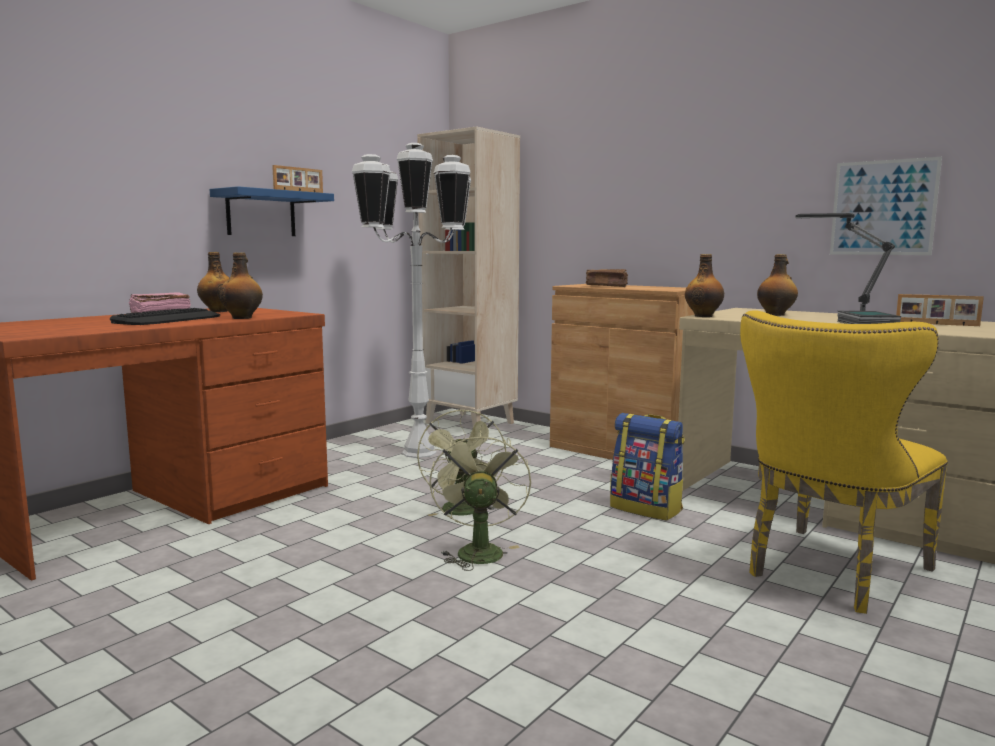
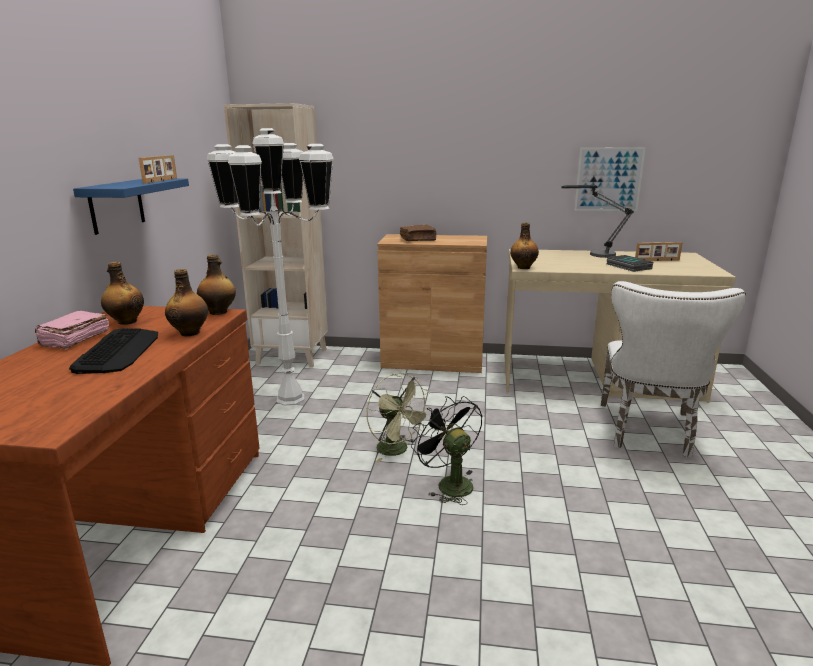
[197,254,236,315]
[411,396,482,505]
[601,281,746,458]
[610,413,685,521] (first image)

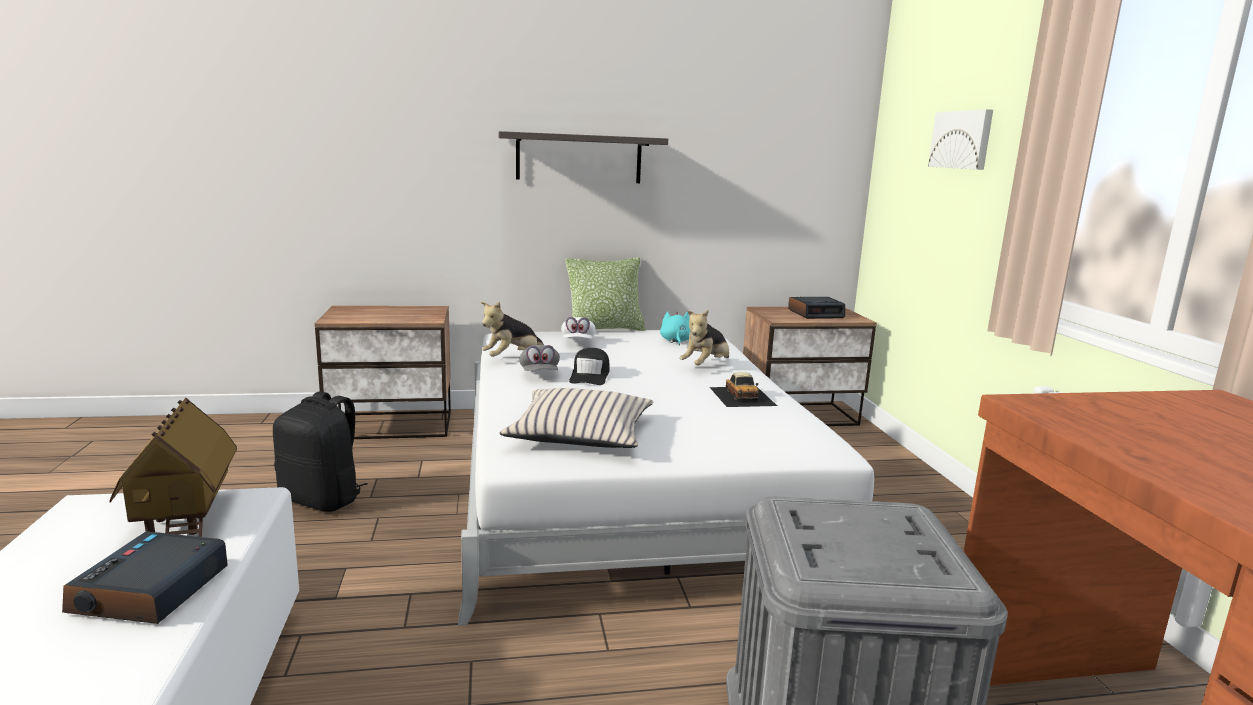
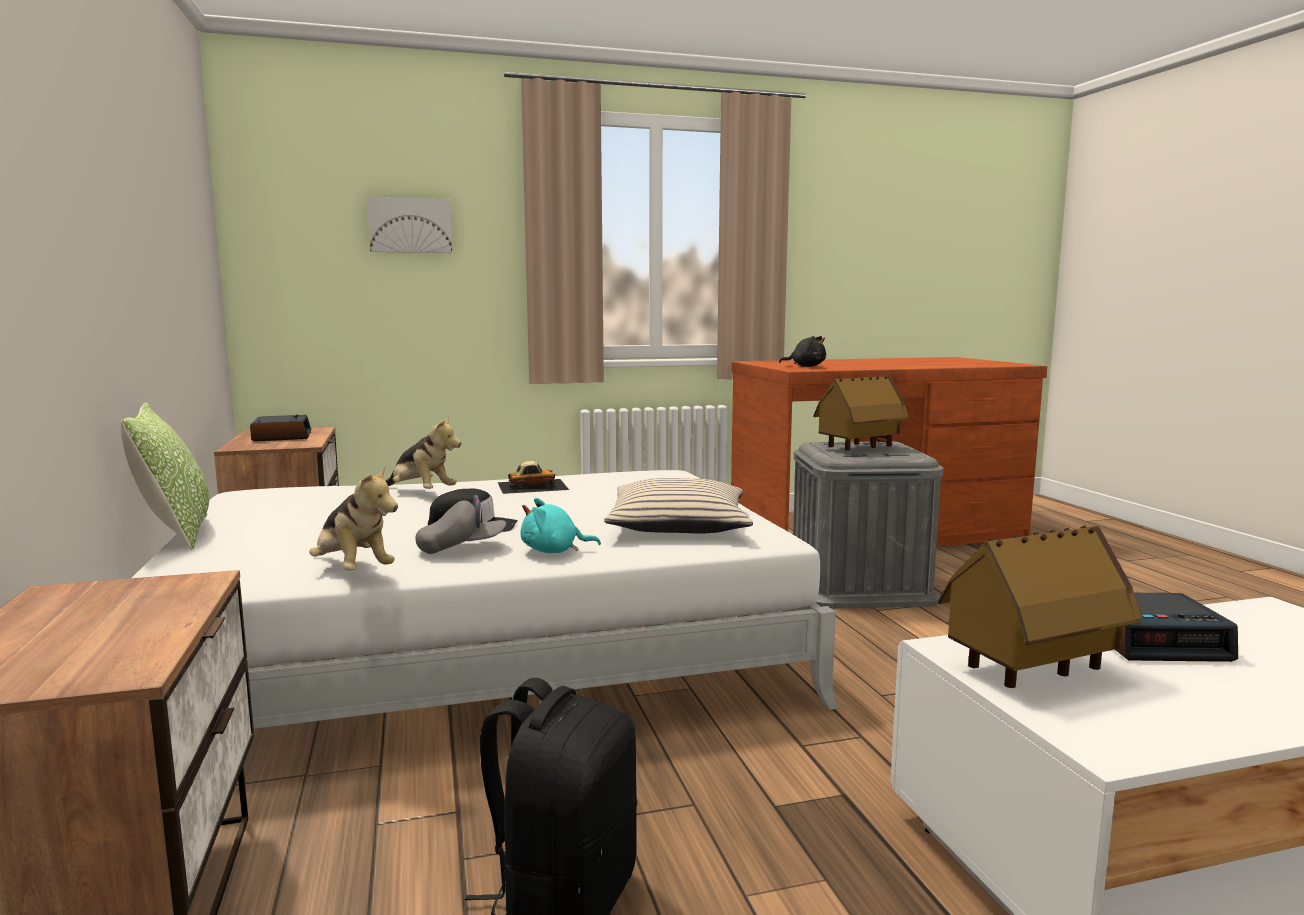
[520,498,601,553]
[779,336,826,367]
[813,376,909,451]
[499,131,668,183] (first image)
[561,317,596,339] (first image)

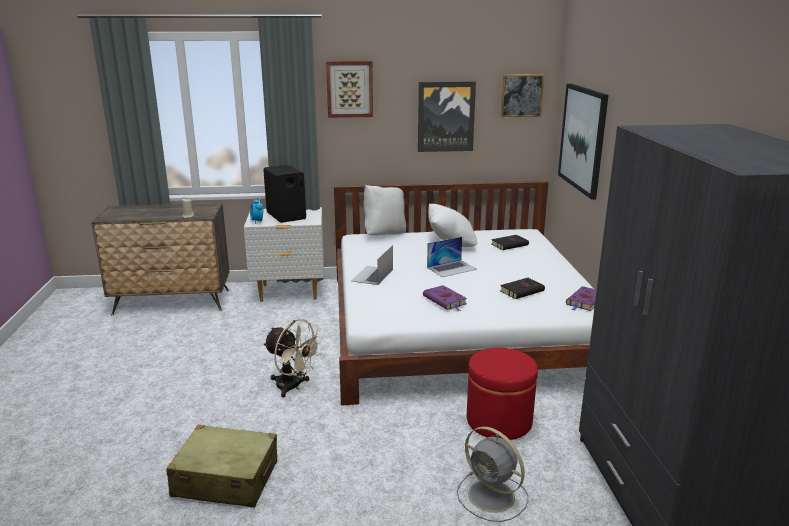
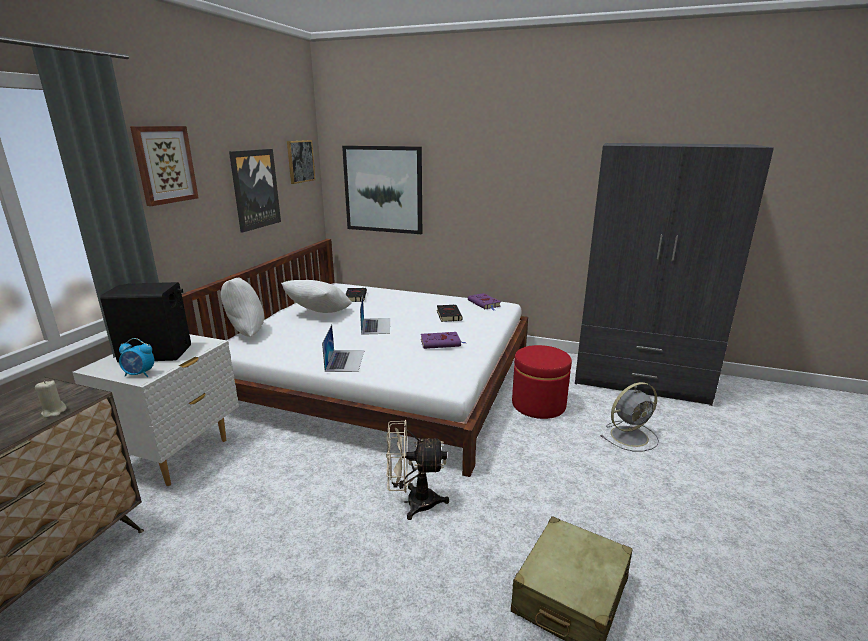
[322,324,365,372]
[386,420,449,520]

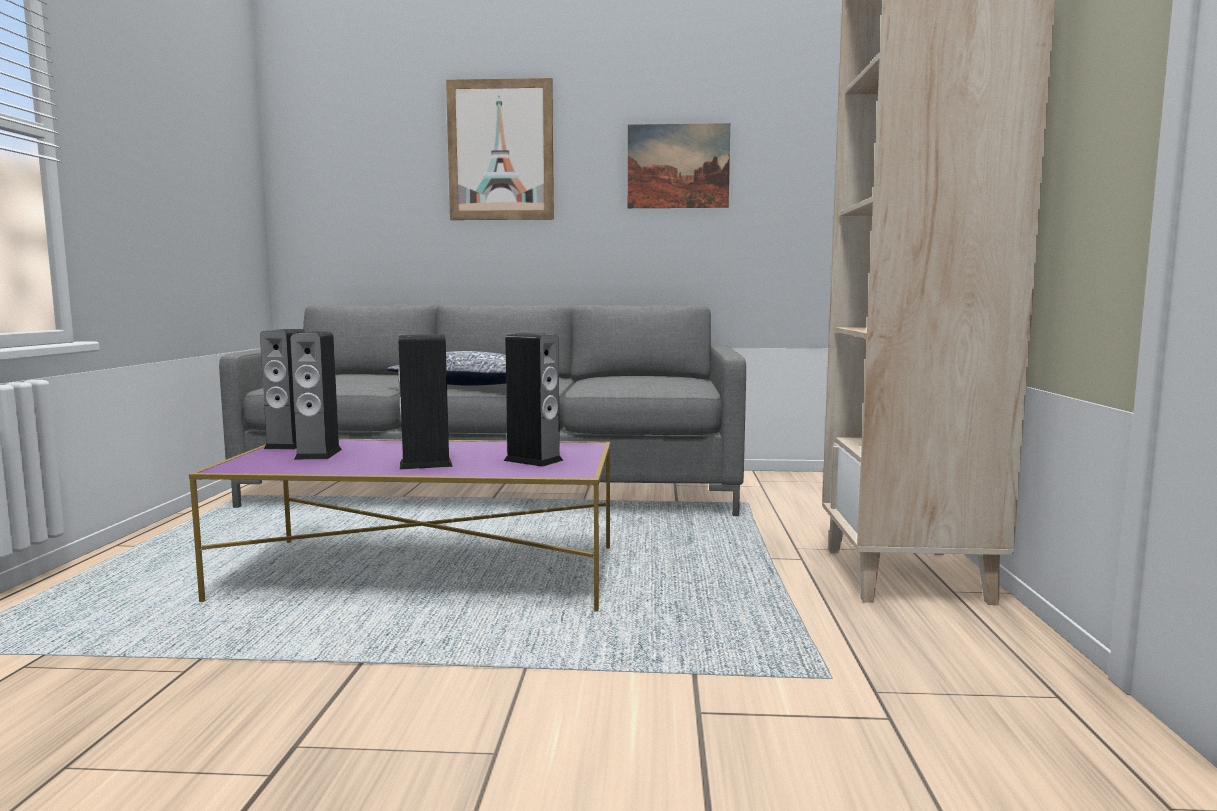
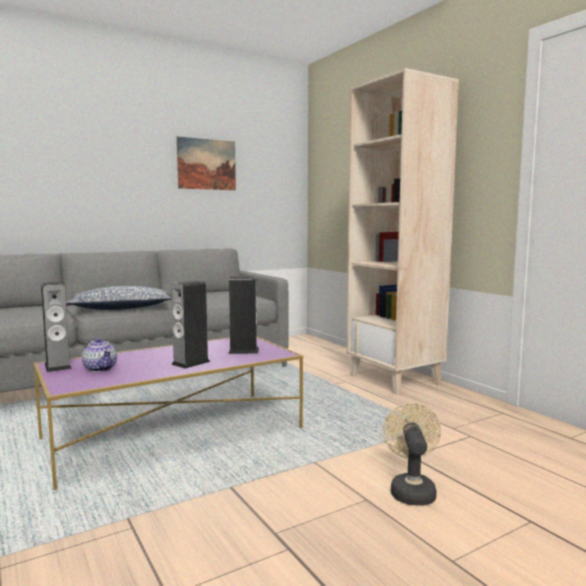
[82,338,117,372]
[383,403,441,506]
[446,78,554,220] (first image)

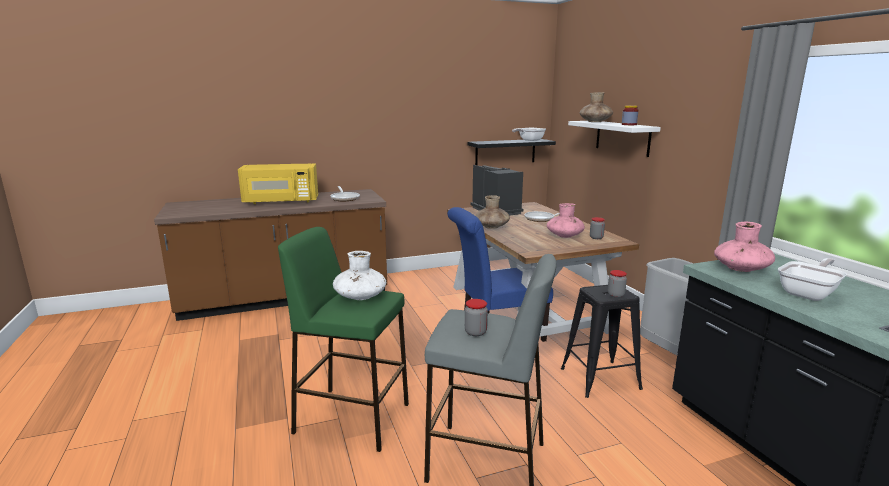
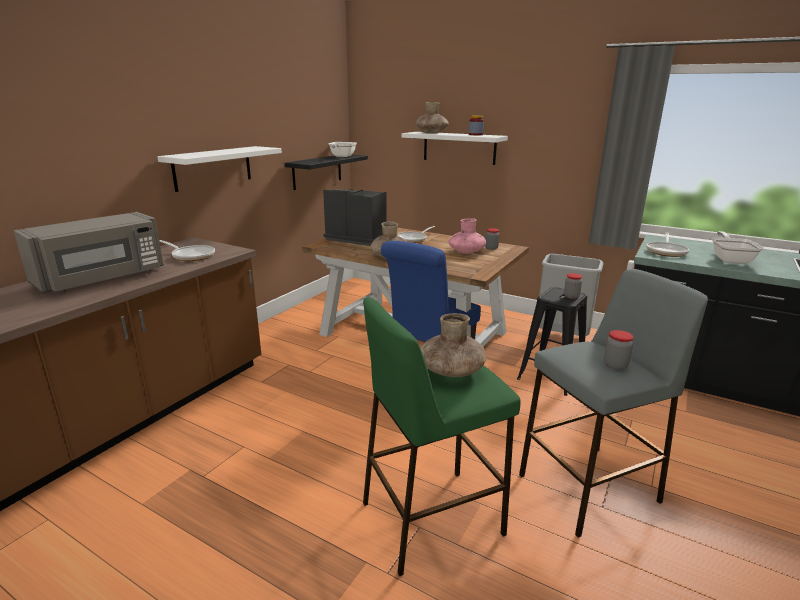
[14,212,164,293]
[157,146,282,192]
[421,313,486,377]
[646,233,689,257]

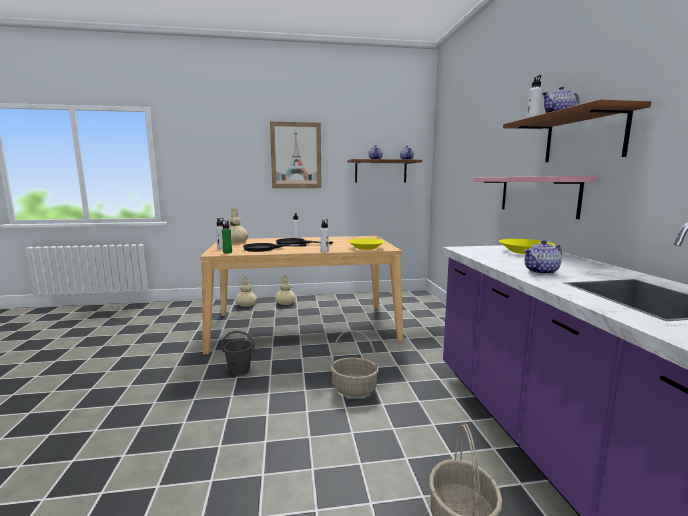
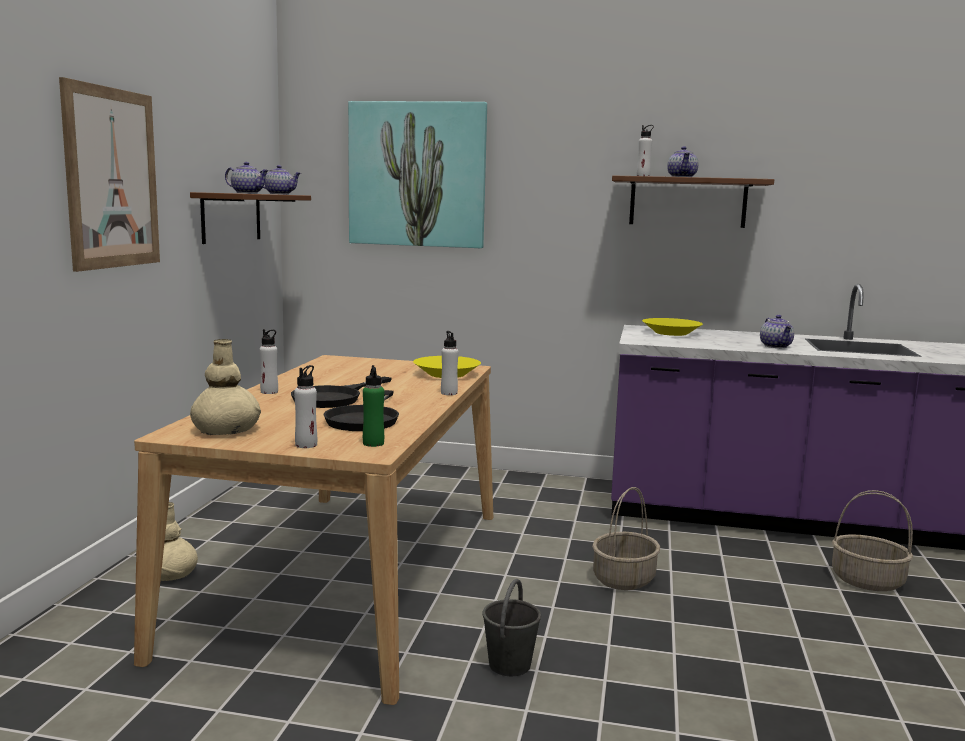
[348,101,487,248]
[236,277,257,307] (first image)
[473,176,598,219] (first image)

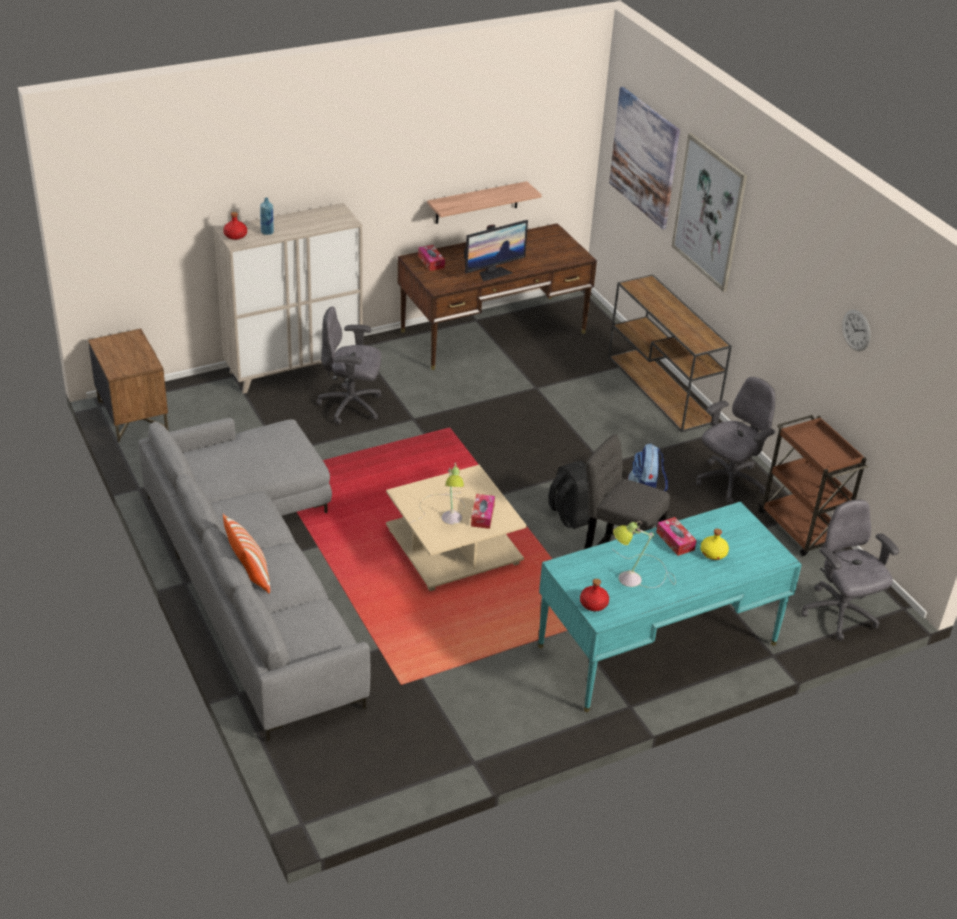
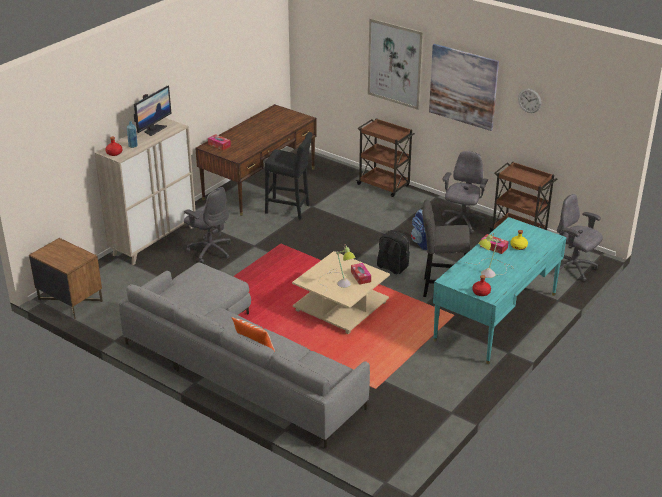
[134,85,172,136]
[184,187,231,263]
[265,132,313,220]
[356,118,415,197]
[429,44,499,131]
[427,181,542,224] (first image)

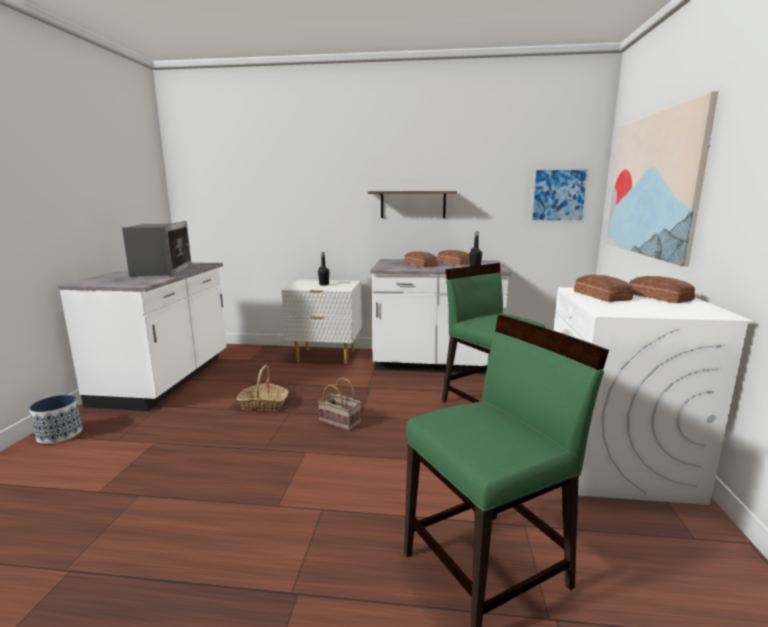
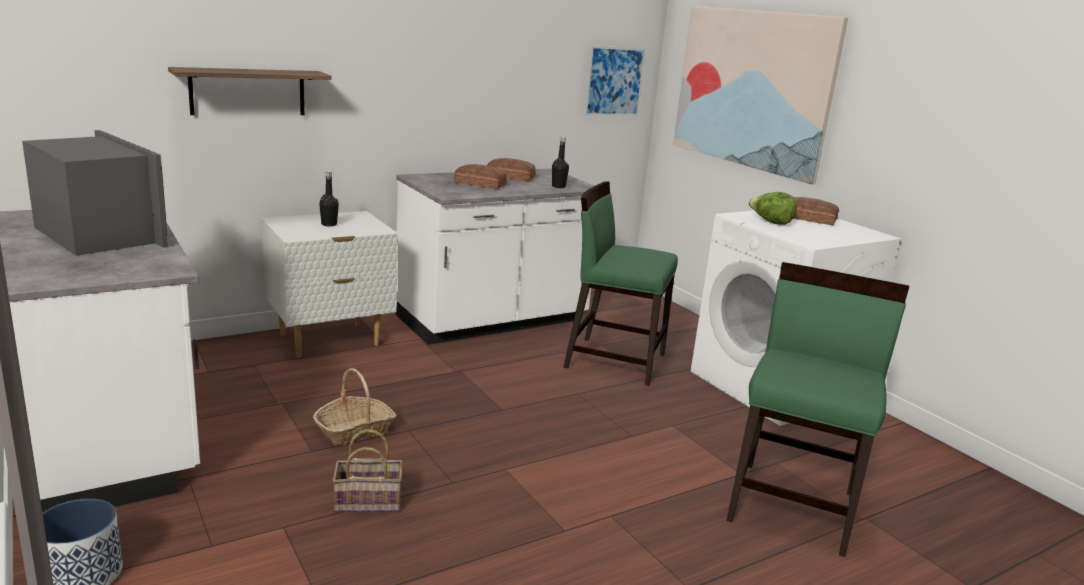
[168,67,332,115]
[333,429,403,513]
[748,192,797,225]

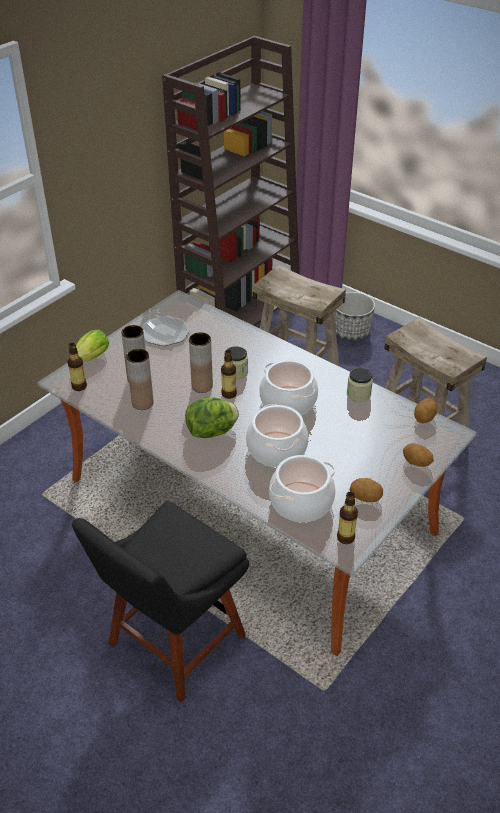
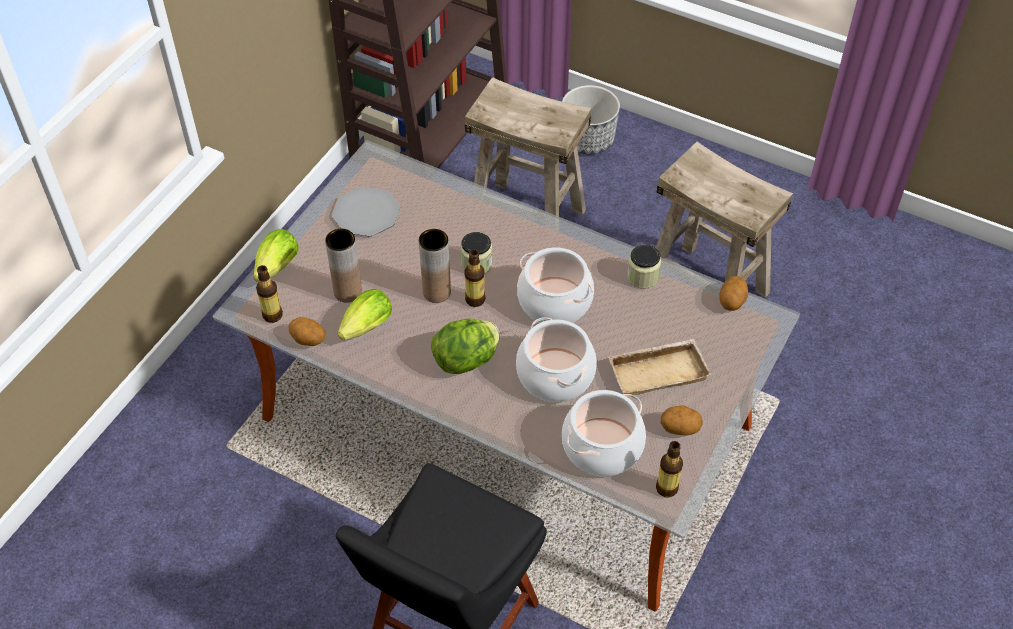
[289,317,326,346]
[338,289,392,340]
[608,339,711,395]

